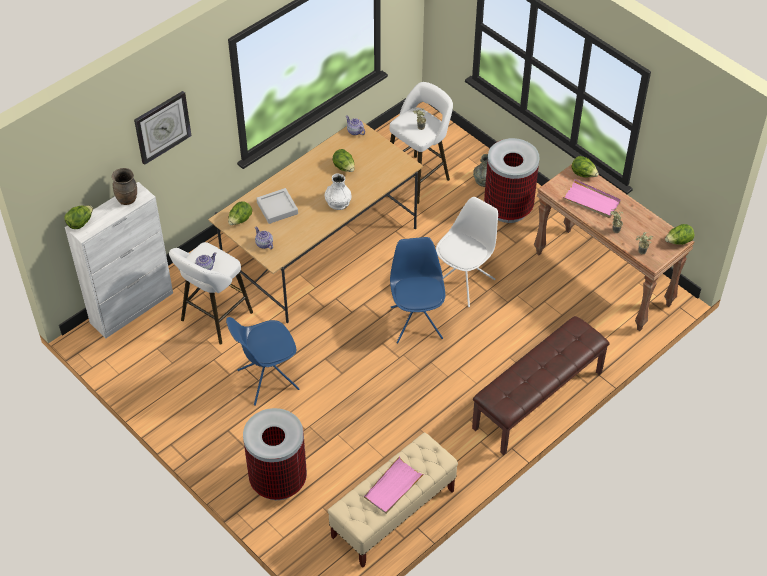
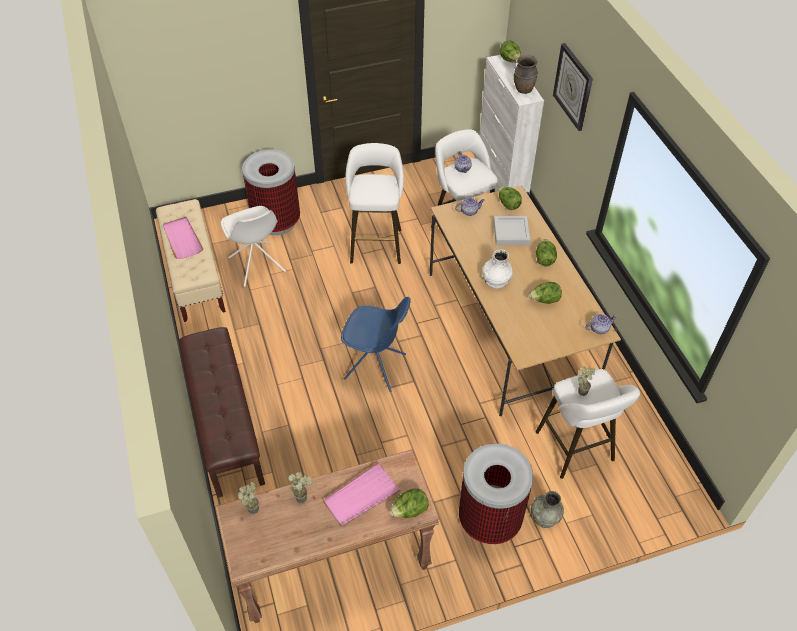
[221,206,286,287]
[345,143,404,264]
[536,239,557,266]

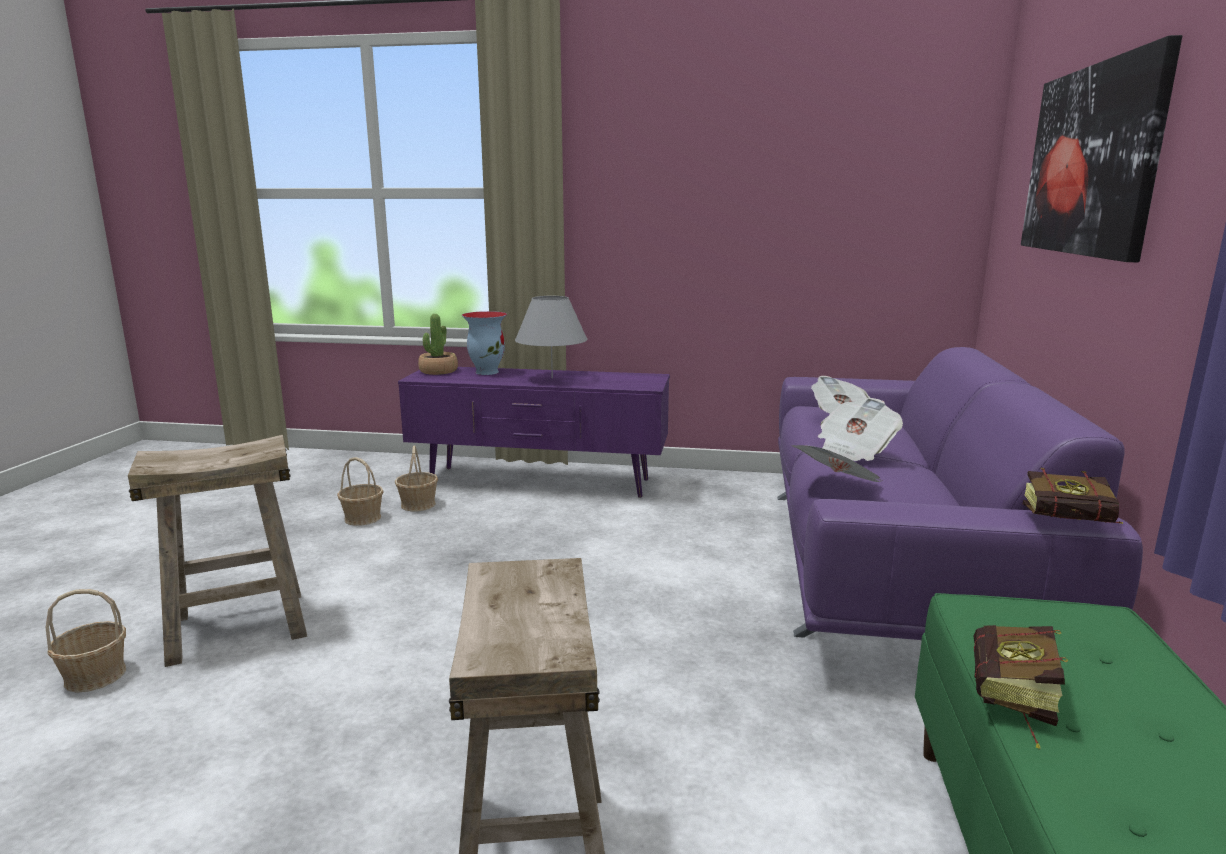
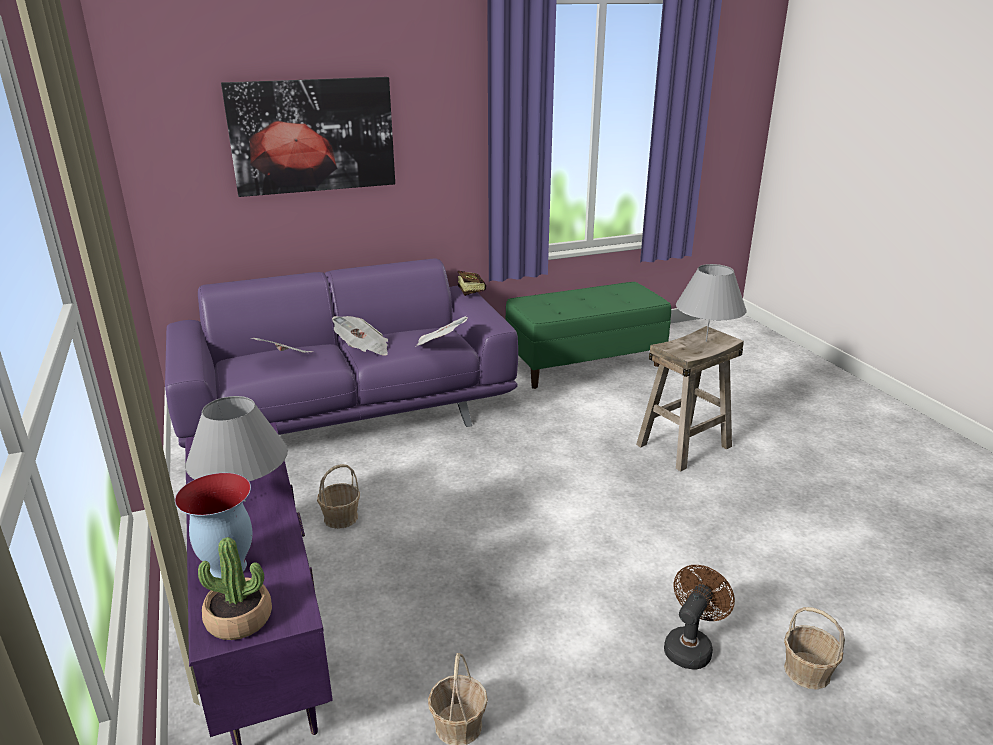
[317,464,360,529]
[664,565,735,669]
[676,264,747,342]
[973,625,1068,749] (first image)

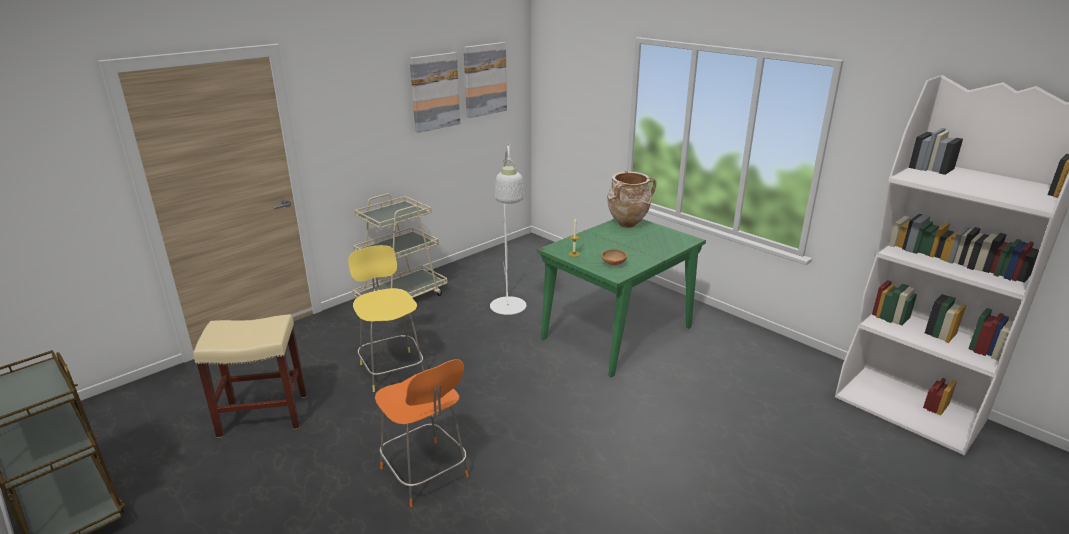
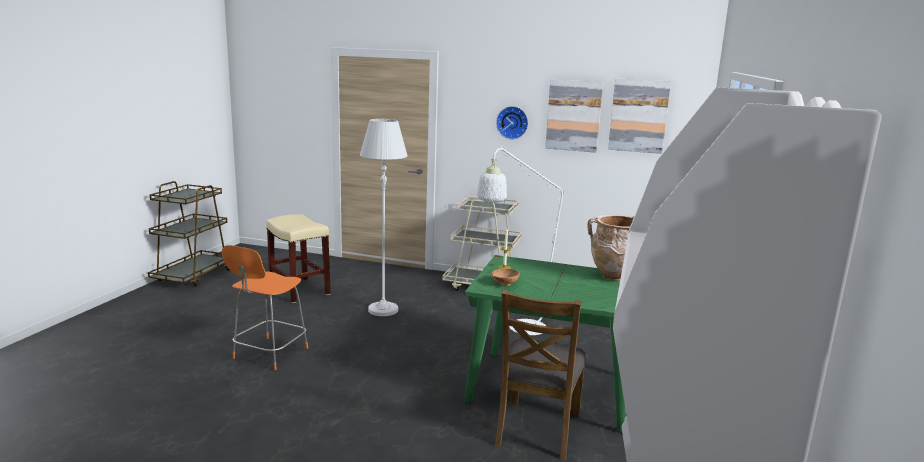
[360,119,408,316]
[495,290,588,461]
[496,106,528,139]

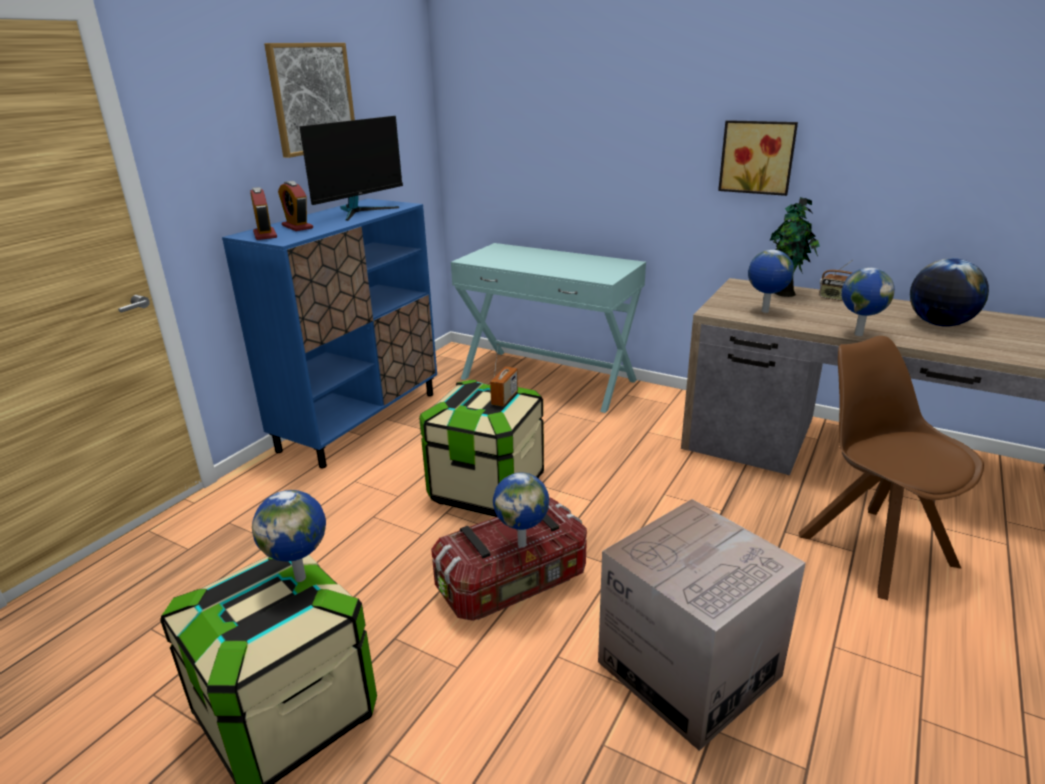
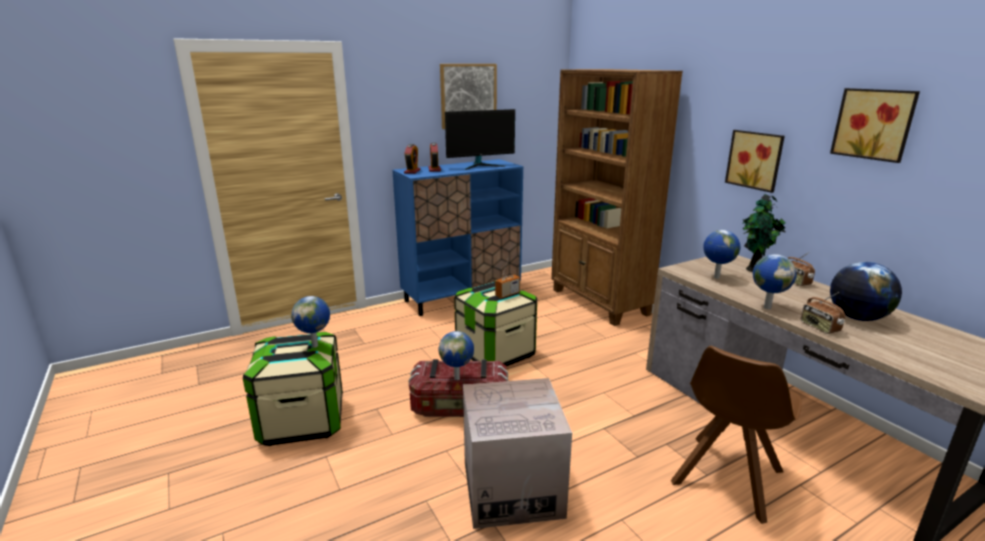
[551,69,683,326]
[671,346,802,524]
[801,292,845,334]
[830,88,920,163]

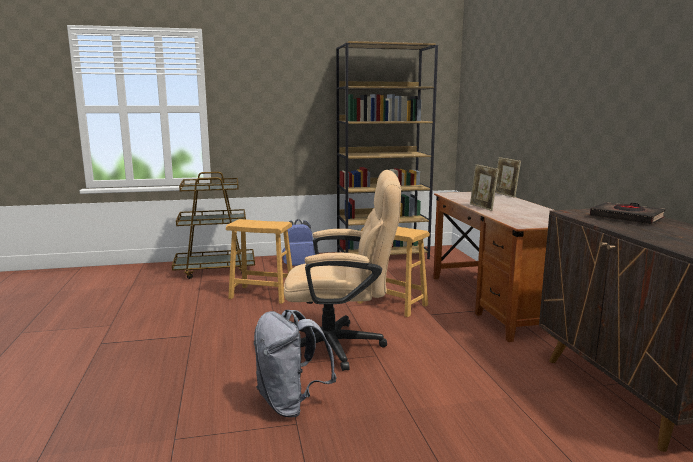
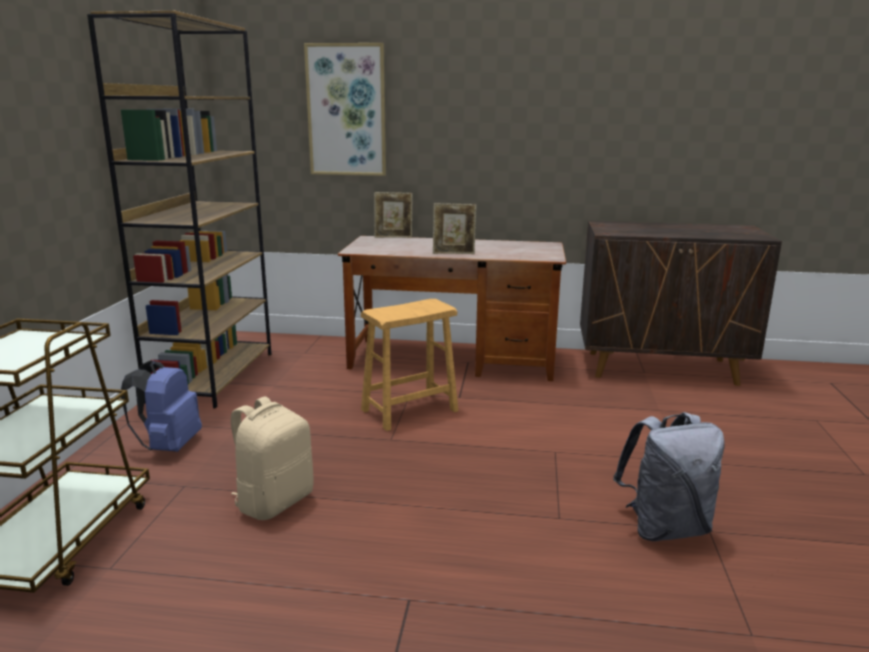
[231,396,314,520]
[304,43,386,176]
[284,170,401,371] (first image)
[590,202,666,224] (first image)

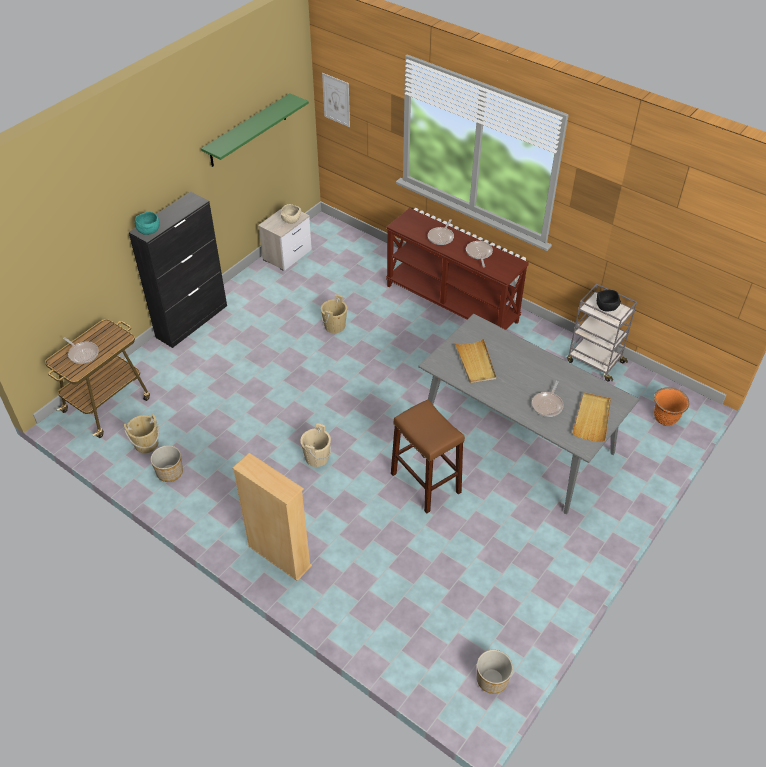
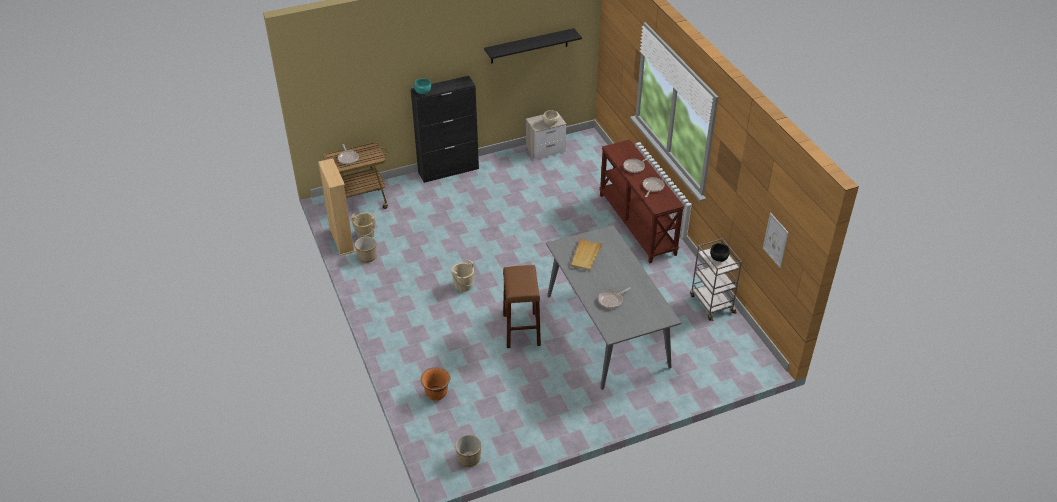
[318,158,355,256]
[421,367,450,401]
[484,28,582,63]
[763,213,789,268]
[321,294,347,333] (first image)
[572,392,611,442] (first image)

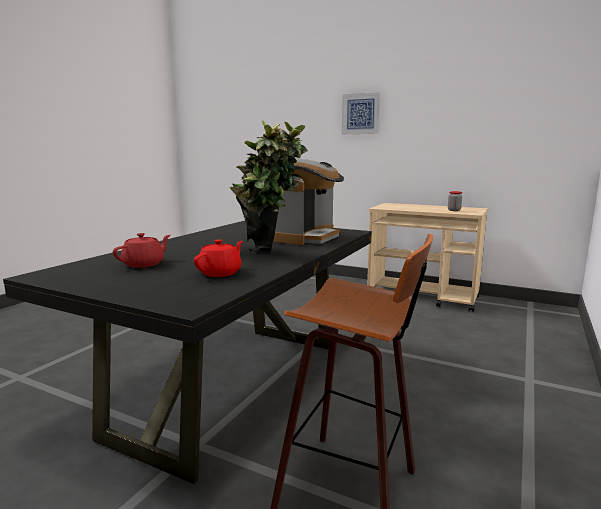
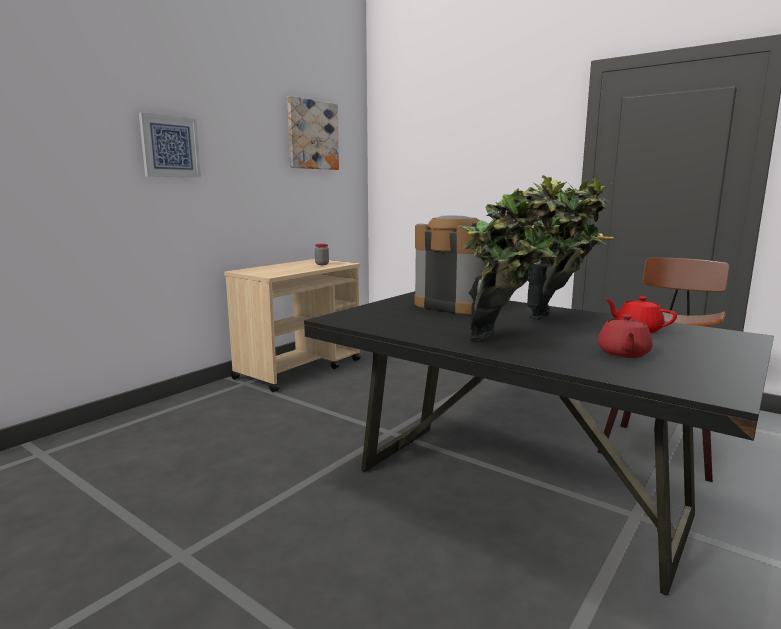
[287,96,339,170]
[460,175,566,341]
[597,314,652,358]

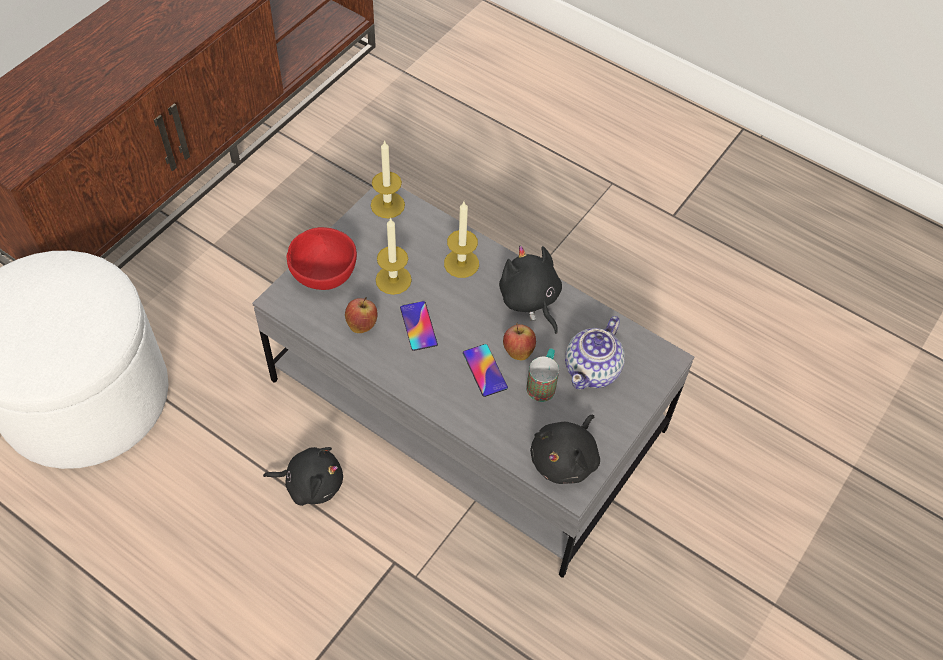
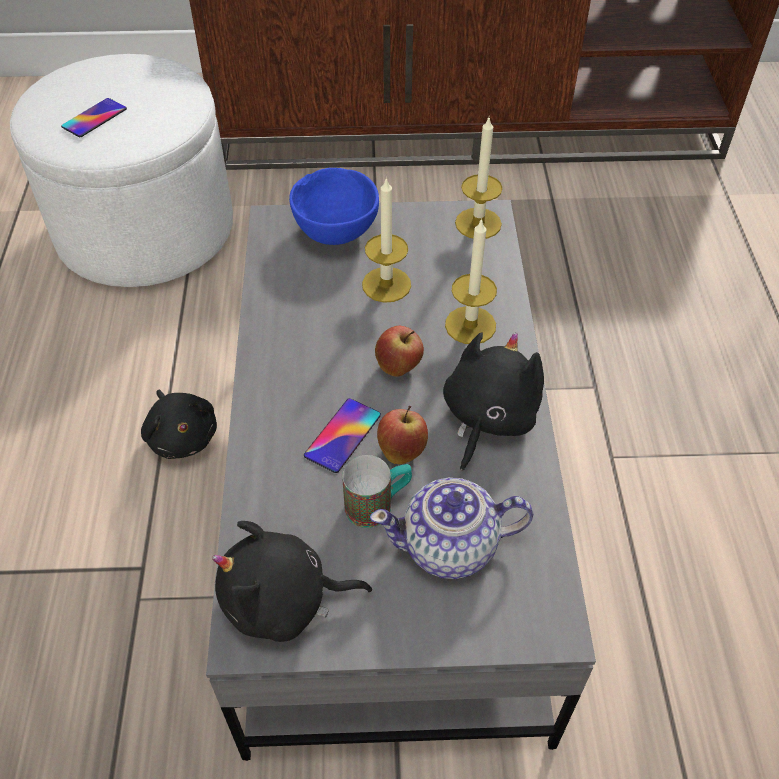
[61,98,127,137]
[289,168,379,245]
[375,326,424,377]

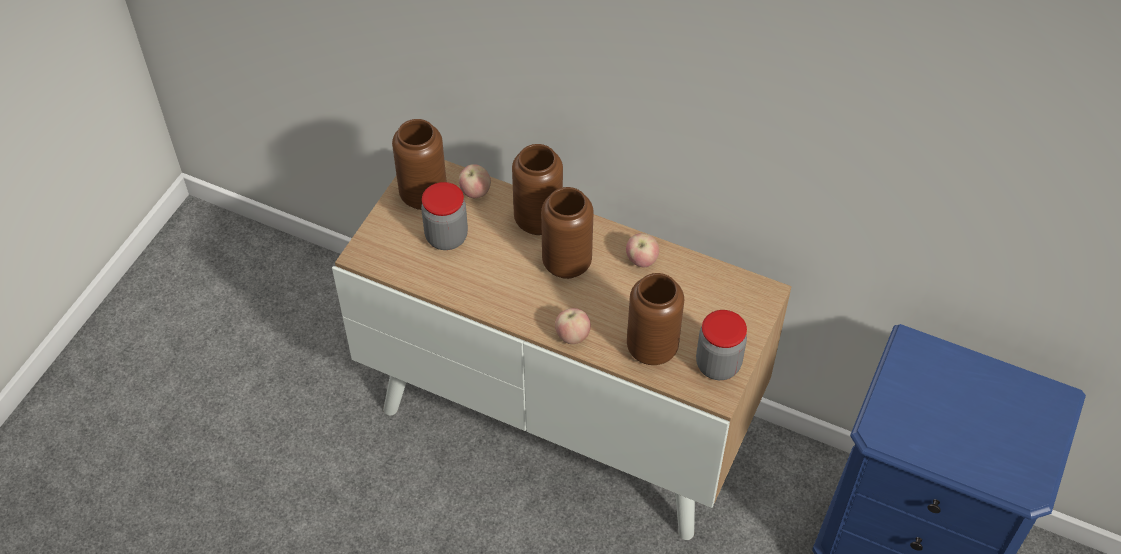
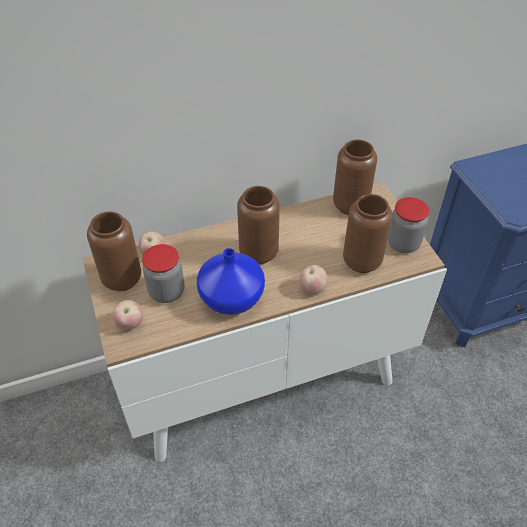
[112,300,143,329]
[197,248,265,315]
[333,139,377,215]

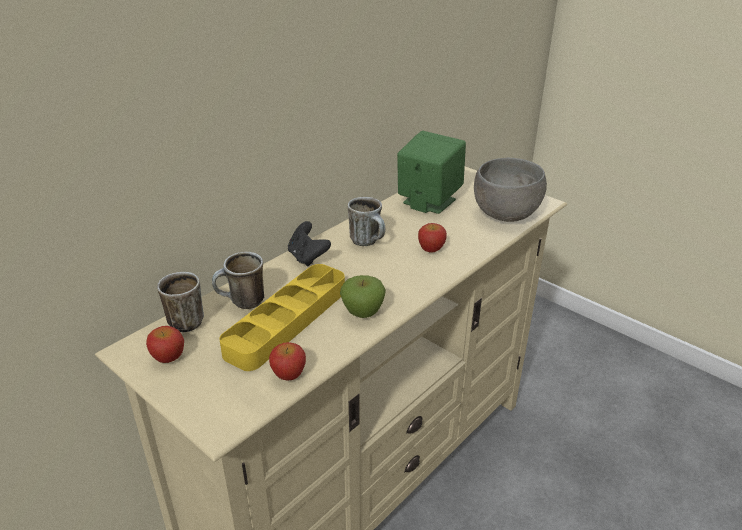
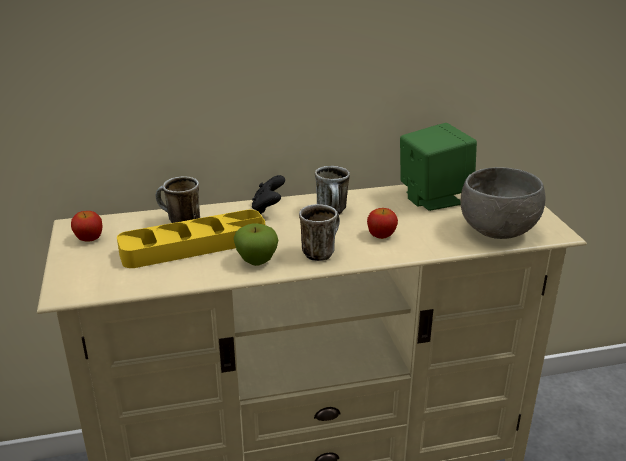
[299,204,340,261]
[269,342,306,381] (first image)

